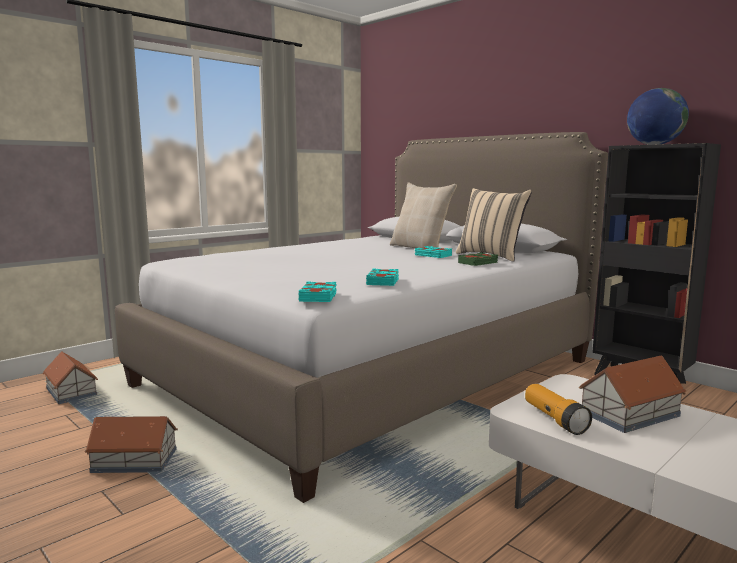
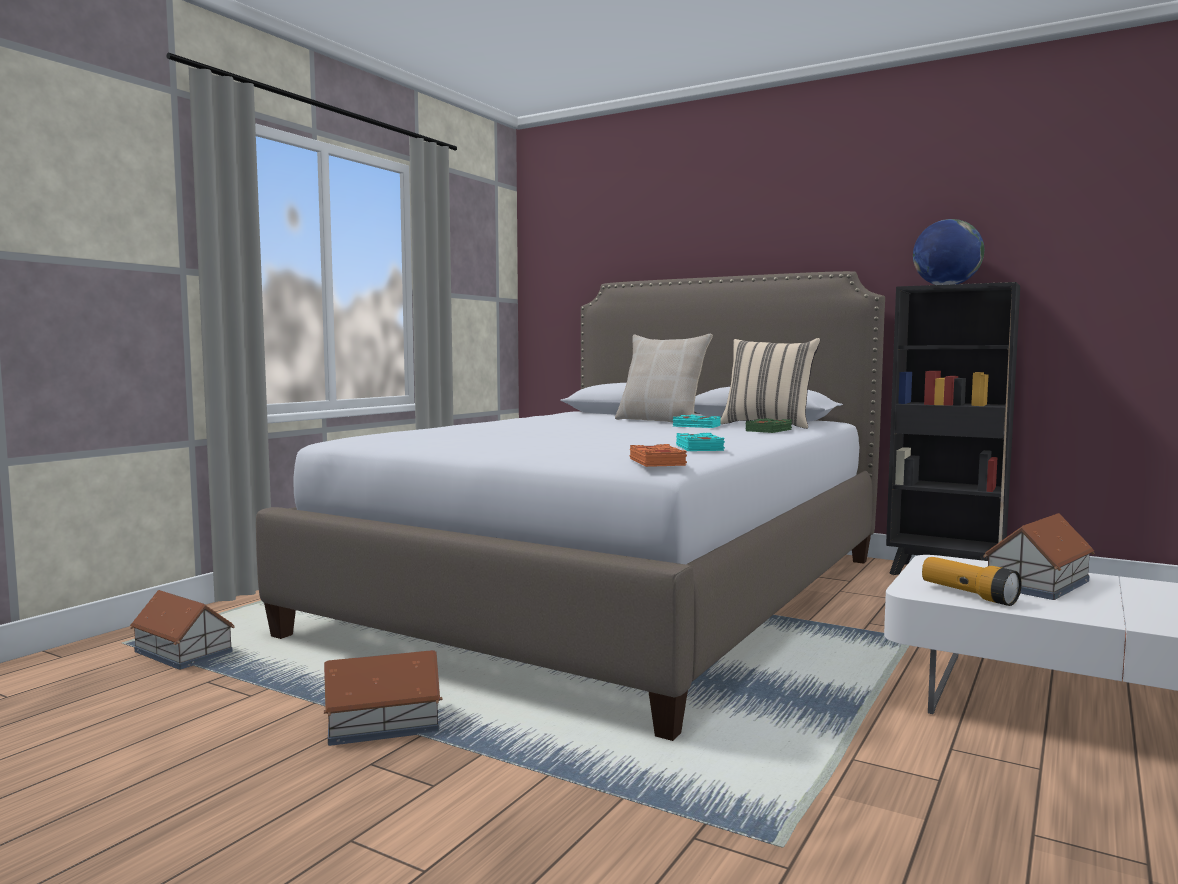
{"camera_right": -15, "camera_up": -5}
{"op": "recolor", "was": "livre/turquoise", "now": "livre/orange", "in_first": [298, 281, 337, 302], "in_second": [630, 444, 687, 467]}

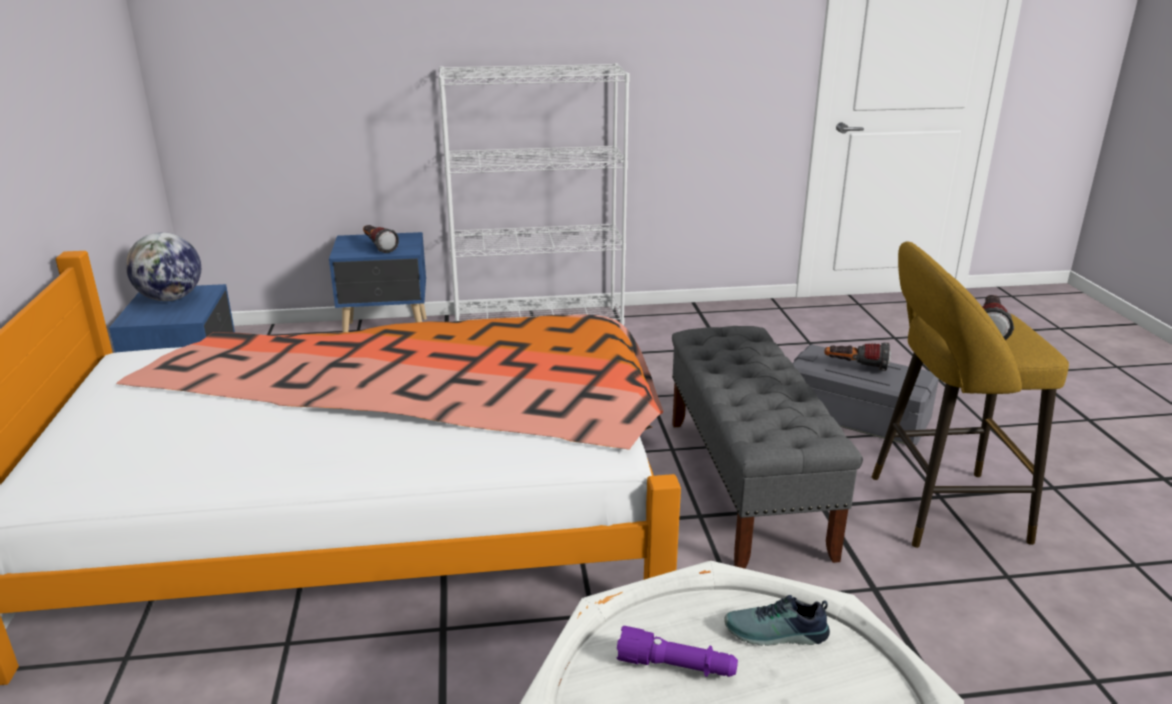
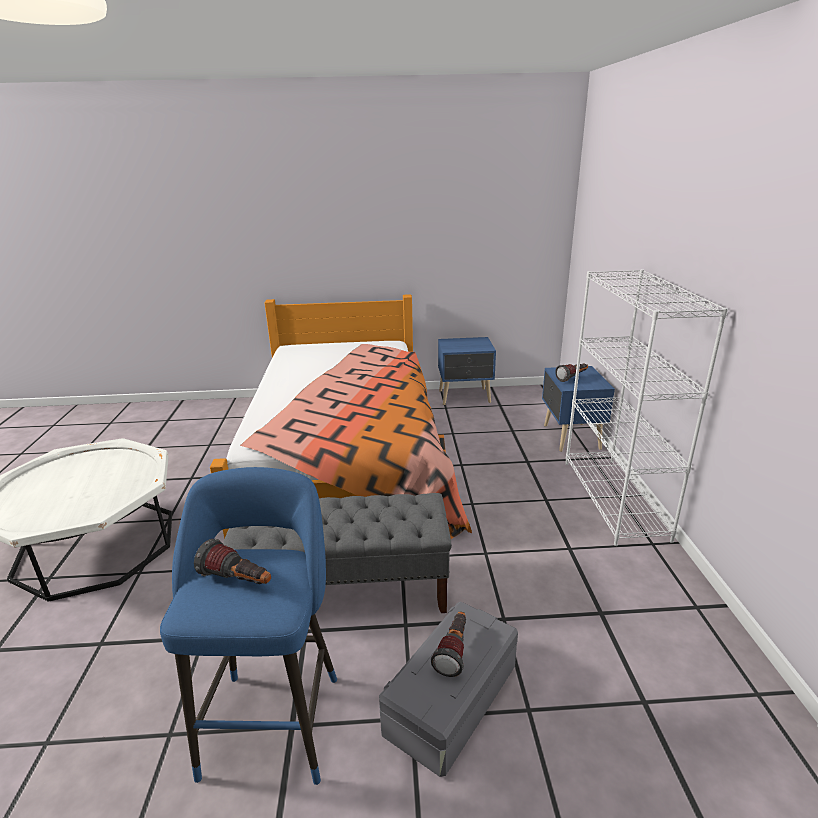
{"camera_right": 95, "camera_up": 0}
{"op": "recolor", "was": "tabouret/jaune", "now": "tabouret/bleu", "in_first": [872, 241, 1069, 548], "in_second": [160, 467, 337, 785]}
{"op": "delete", "was": "globe", "in_first": [126, 232, 201, 301]}
{"op": "delete", "was": "lampe de poche/violet", "in_first": [616, 626, 738, 677]}
{"op": "delete", "was": "chaussure", "in_first": [724, 595, 830, 646]}

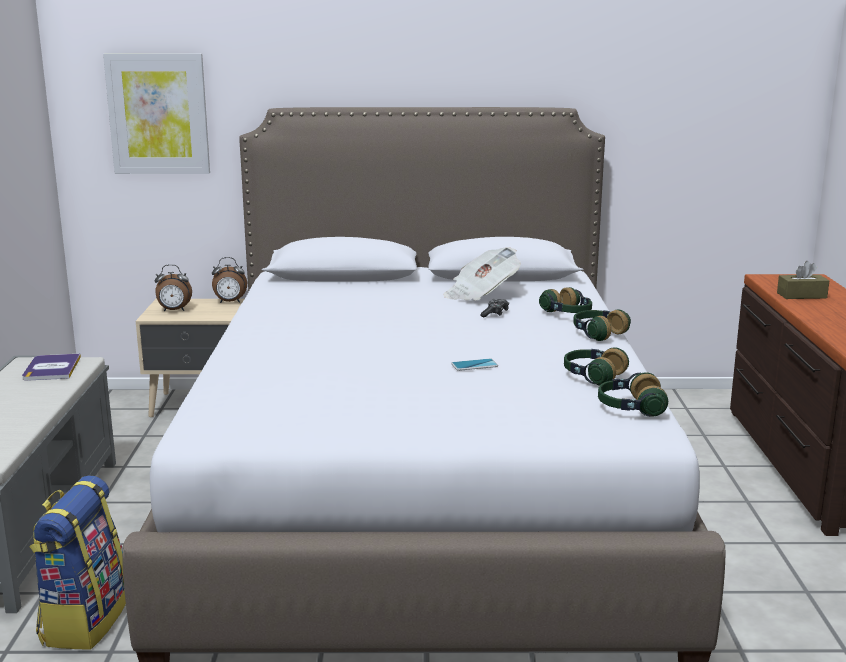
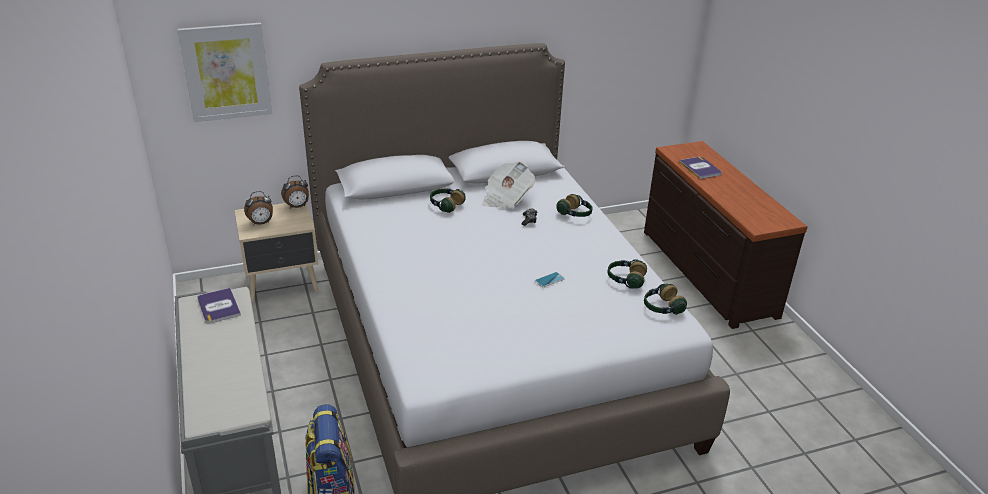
{"camera_right": -20, "camera_up": 15}
{"op": "move", "was": "casque audio", "in_first": [574, 309, 631, 341], "in_second": [430, 188, 465, 213]}
{"op": "replace", "was": "boîte à mouchoirs/marron", "now": "livre", "in_first": [777, 261, 829, 299], "in_second": [679, 157, 722, 179]}

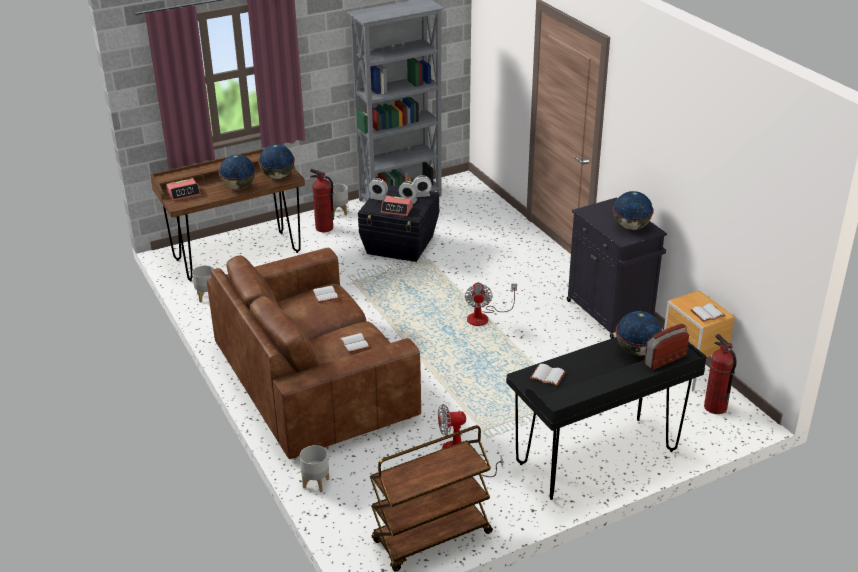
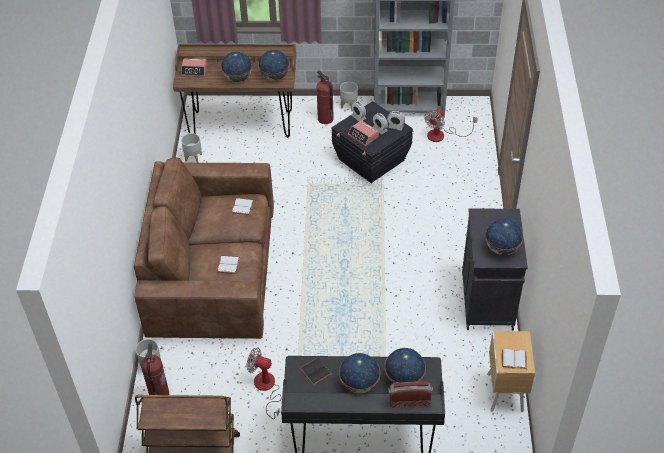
{"camera_right": 30, "camera_up": 15}
{"op": "move", "was": "extincteur", "in_first": [704, 334, 737, 414], "in_second": [141, 343, 169, 395]}
{"op": "recolor", "was": "livre/blanc", "now": "livre/noir", "in_first": [530, 364, 566, 386], "in_second": [300, 358, 332, 385]}
{"op": "insert", "now": "globe", "in_second": [339, 353, 381, 393]}
{"op": "move", "was": "ventilateur", "in_first": [465, 282, 517, 326], "in_second": [424, 109, 478, 142]}

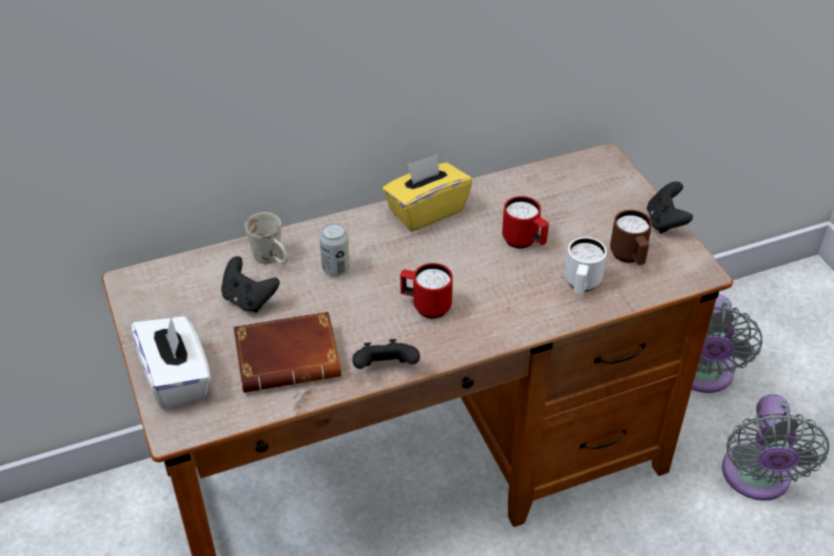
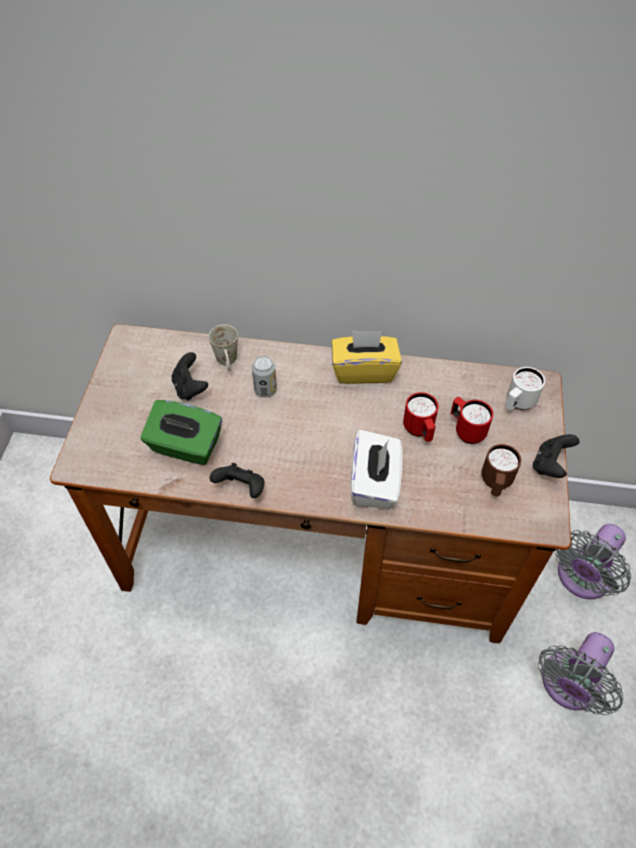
{"camera_right": 30, "camera_up": 10}
{"op": "replace", "was": "livre/marron", "now": "boîte à mouchoirs/vert", "in_first": [233, 312, 341, 393], "in_second": [140, 400, 222, 465]}
{"op": "move", "was": "boîte à mouchoirs/blanc", "in_first": [131, 314, 211, 409], "in_second": [351, 430, 402, 509]}
{"op": "move", "was": "mug/rouge", "in_first": [400, 263, 453, 319], "in_second": [451, 397, 493, 444]}
{"op": "move", "was": "mug/blanc", "in_first": [565, 237, 607, 294], "in_second": [505, 367, 545, 410]}

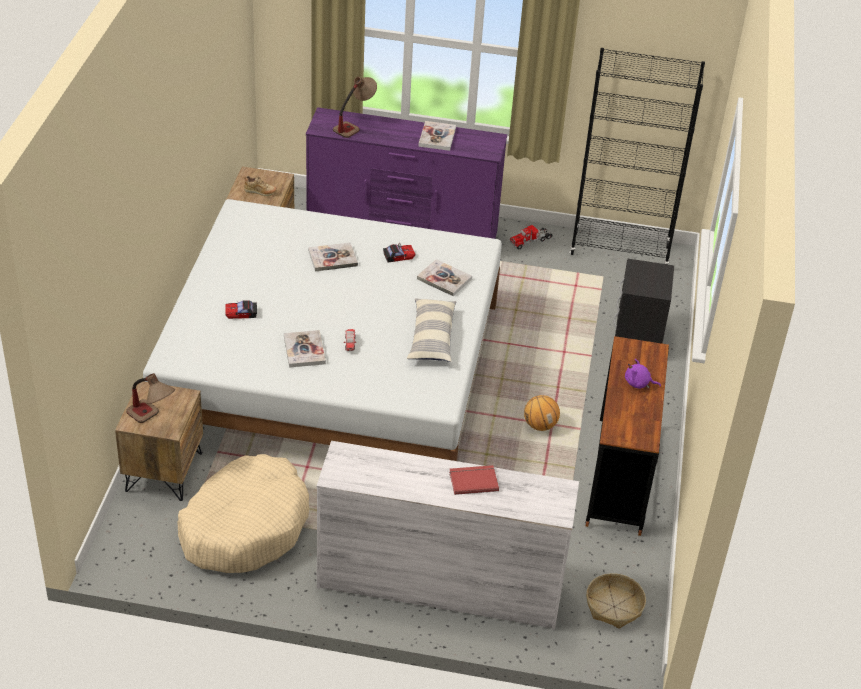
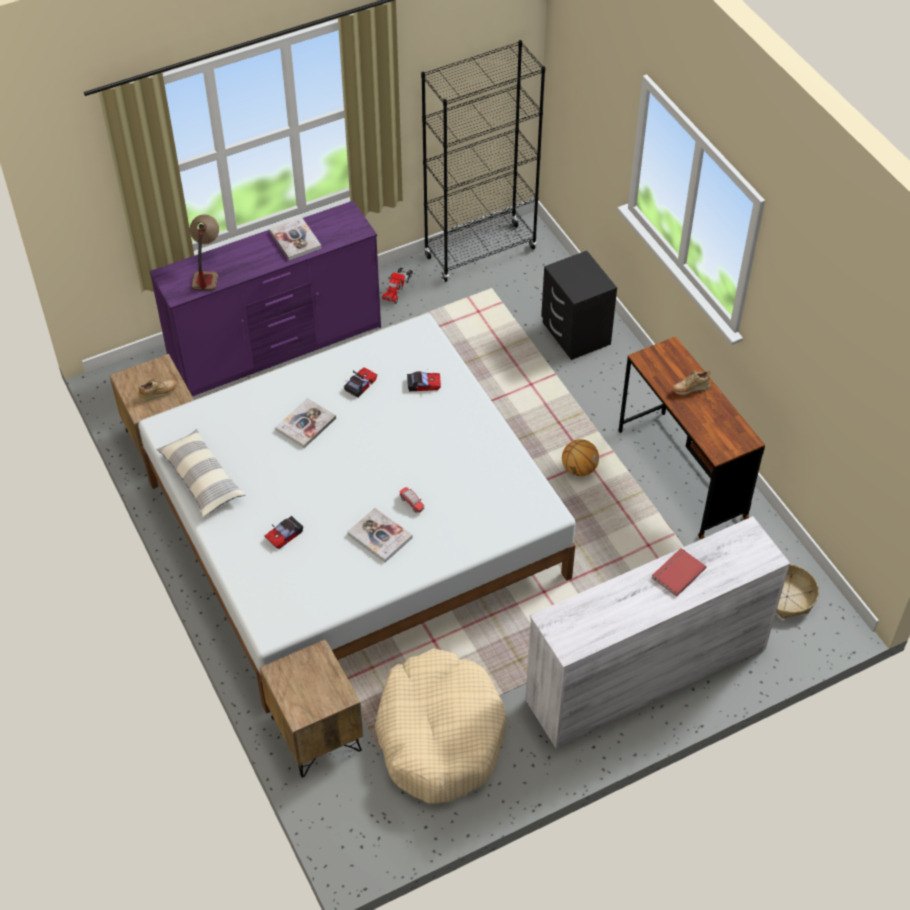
{"camera_right": -35, "camera_up": 10}
{"op": "move", "was": "coussin", "in_first": [407, 299, 456, 362], "in_second": [156, 429, 246, 517]}
{"op": "replace", "was": "livre", "now": "petite voiture", "in_first": [417, 259, 472, 296], "in_second": [407, 371, 441, 391]}
{"op": "replace", "was": "peluche/violet", "now": "chaussure/beige", "in_first": [625, 359, 661, 389], "in_second": [672, 371, 710, 395]}
{"op": "delete", "was": "lampe de table", "in_first": [126, 373, 175, 423]}

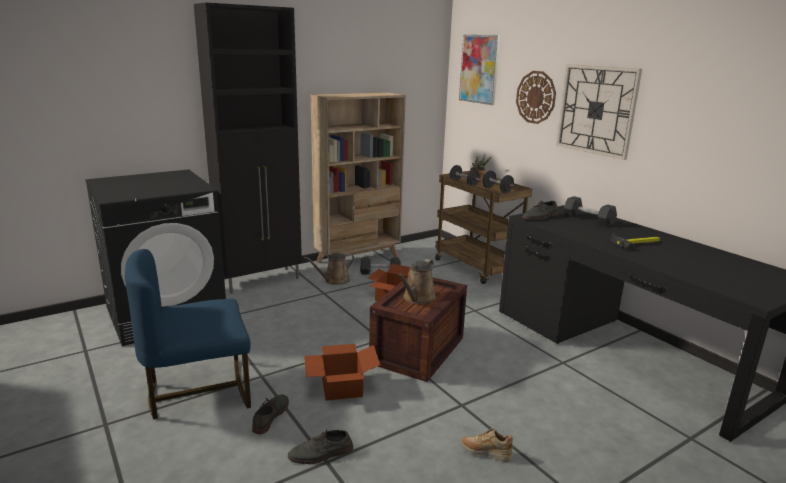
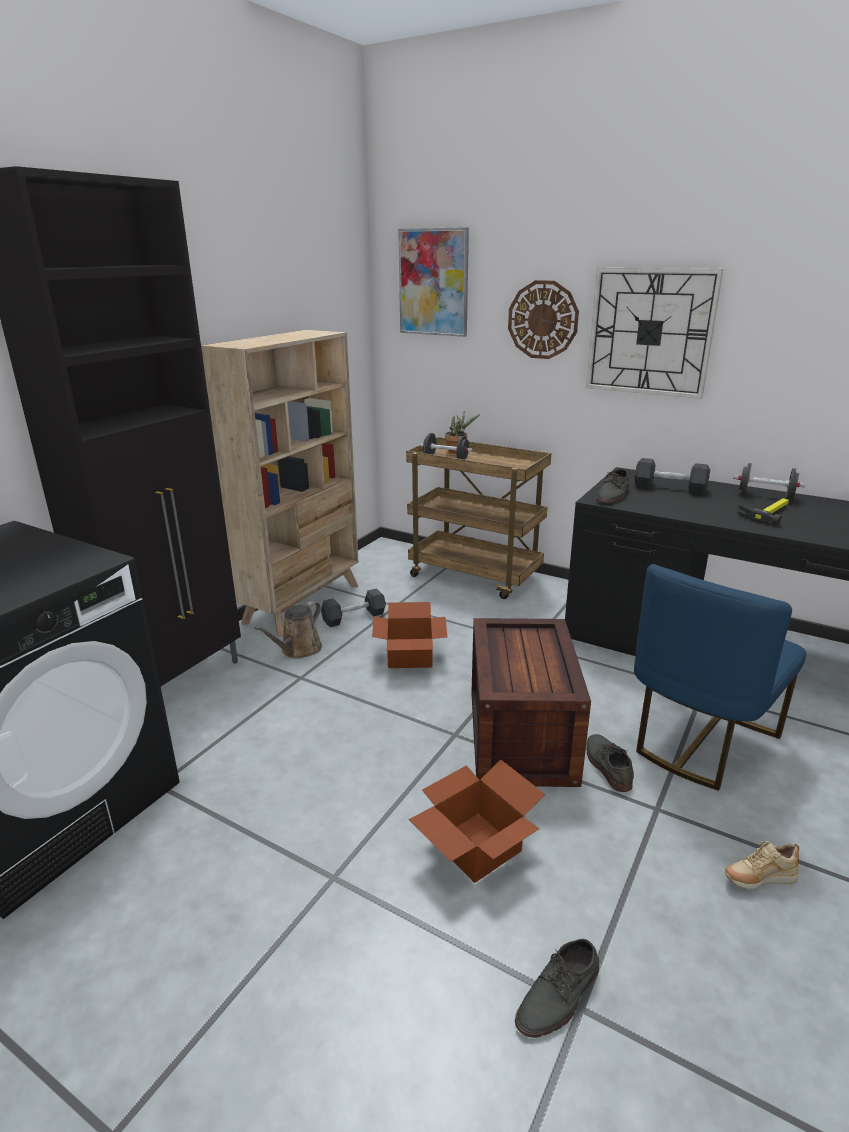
{"camera_right": -25, "camera_up": 5}
{"op": "move", "was": "chaussure/gris", "in_first": [252, 394, 289, 434], "in_second": [586, 734, 634, 792]}
{"op": "move", "was": "chaise/bleu", "in_first": [125, 249, 251, 419], "in_second": [634, 564, 806, 791]}
{"op": "move", "was": "haltère/noir", "in_first": [483, 171, 514, 193], "in_second": [733, 463, 806, 500]}
{"op": "delete", "was": "arrosoir/marron", "in_first": [397, 259, 436, 304]}

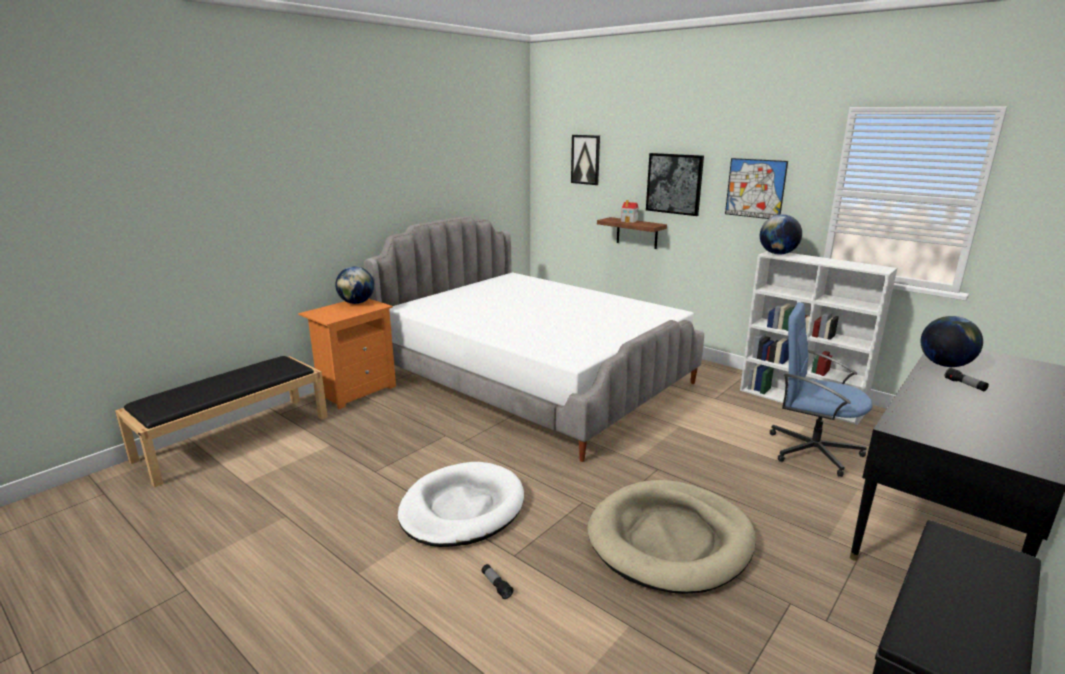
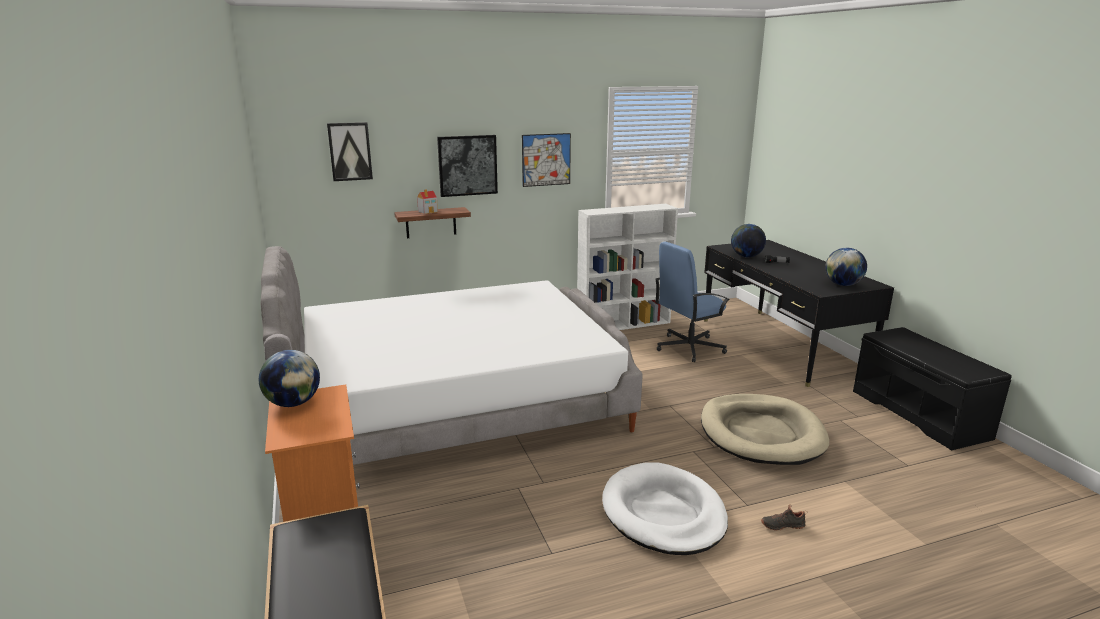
{"camera_right": -60, "camera_up": 0}
{"op": "replace", "was": "lampe de poche", "now": "chaussure/noir", "in_first": [481, 564, 513, 599], "in_second": [761, 504, 807, 531]}
{"op": "move", "was": "globe", "in_first": [760, 214, 802, 255], "in_second": [825, 248, 867, 286]}

